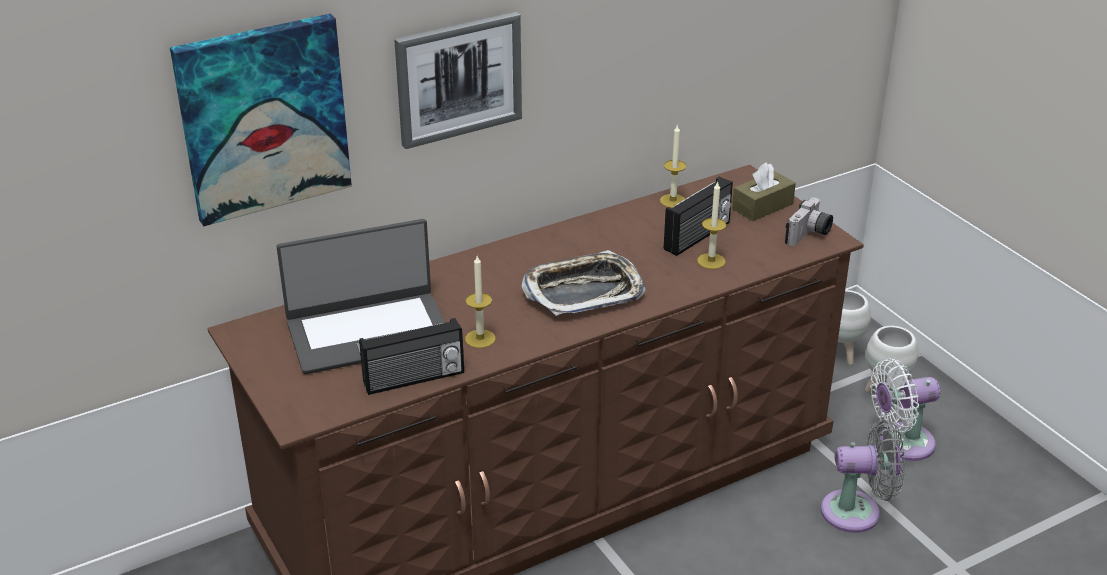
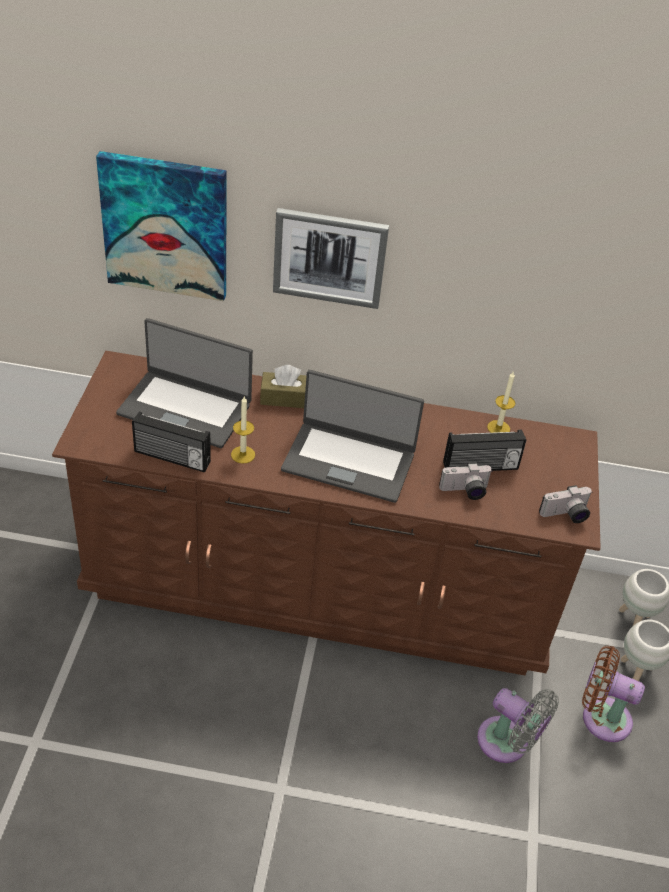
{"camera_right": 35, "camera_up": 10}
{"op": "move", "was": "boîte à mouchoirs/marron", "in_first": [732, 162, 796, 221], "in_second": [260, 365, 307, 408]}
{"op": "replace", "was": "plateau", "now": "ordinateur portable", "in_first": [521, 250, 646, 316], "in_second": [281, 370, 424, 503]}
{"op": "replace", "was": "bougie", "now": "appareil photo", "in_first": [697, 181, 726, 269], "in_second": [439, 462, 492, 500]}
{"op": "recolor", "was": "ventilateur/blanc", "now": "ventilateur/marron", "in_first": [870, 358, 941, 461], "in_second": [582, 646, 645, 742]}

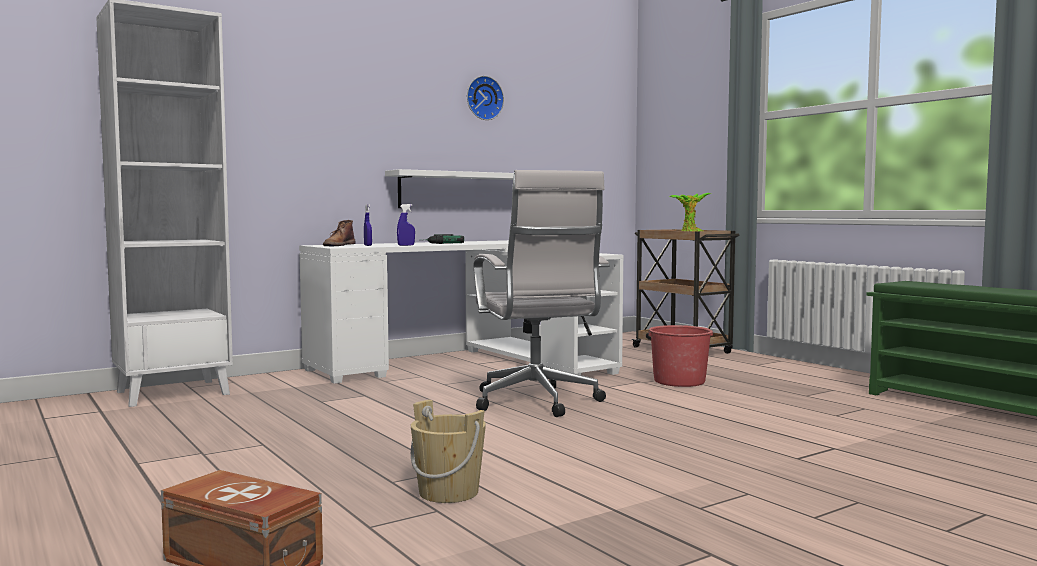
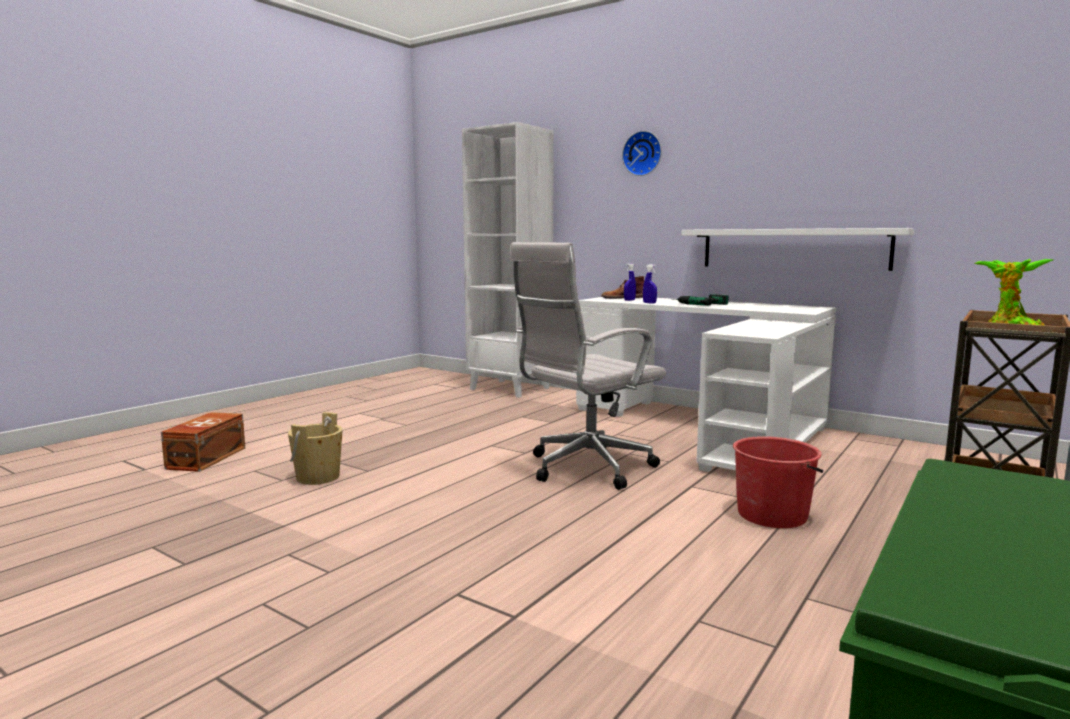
{"camera_right": 70, "camera_up": 5}
{"op": "move", "was": "horloge murale", "in_first": [467, 76, 504, 120], "in_second": [622, 131, 662, 176]}

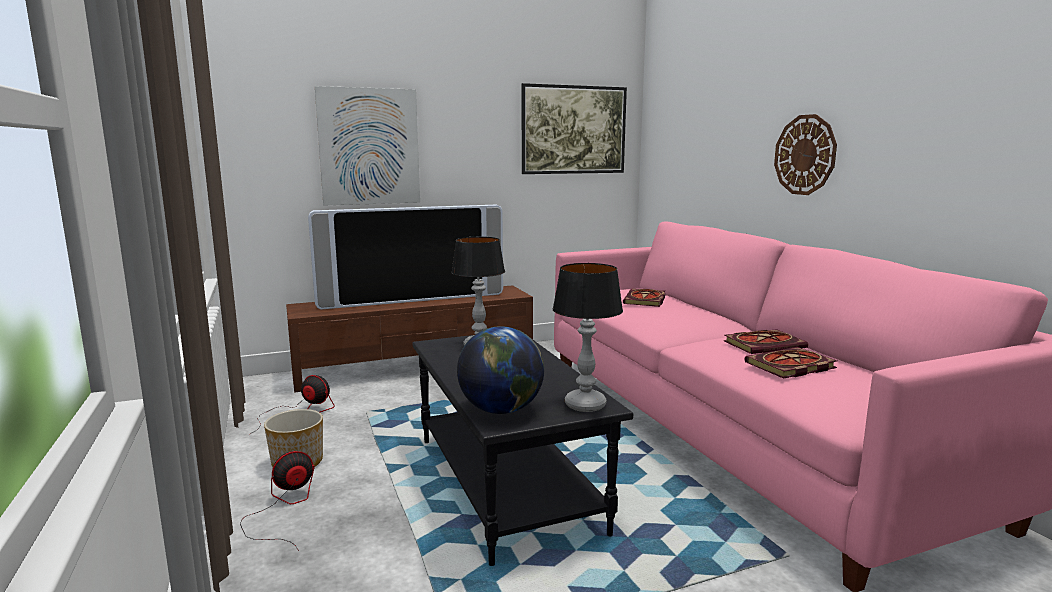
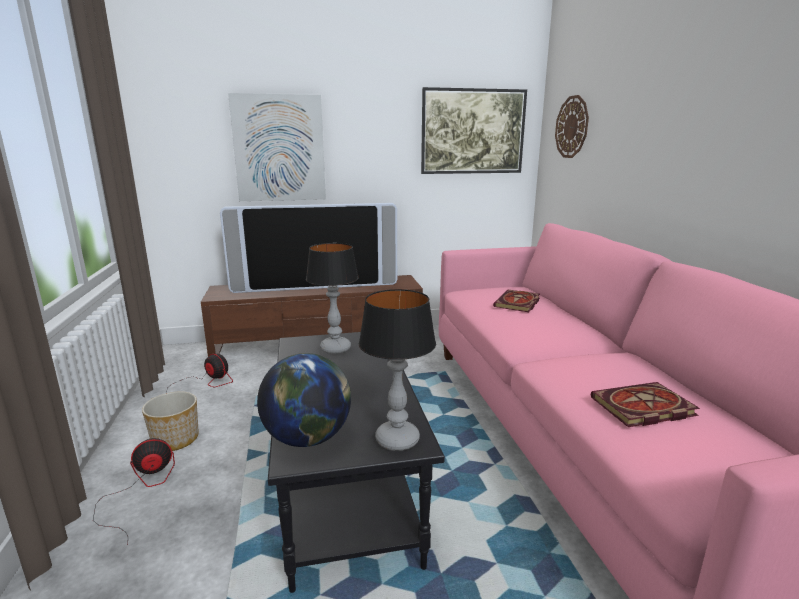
{"camera_right": 10, "camera_up": 5}
{"op": "move", "was": "horloge murale", "in_first": [774, 114, 837, 195], "in_second": [555, 95, 589, 158]}
{"op": "delete", "was": "livre", "in_first": [723, 329, 808, 354]}

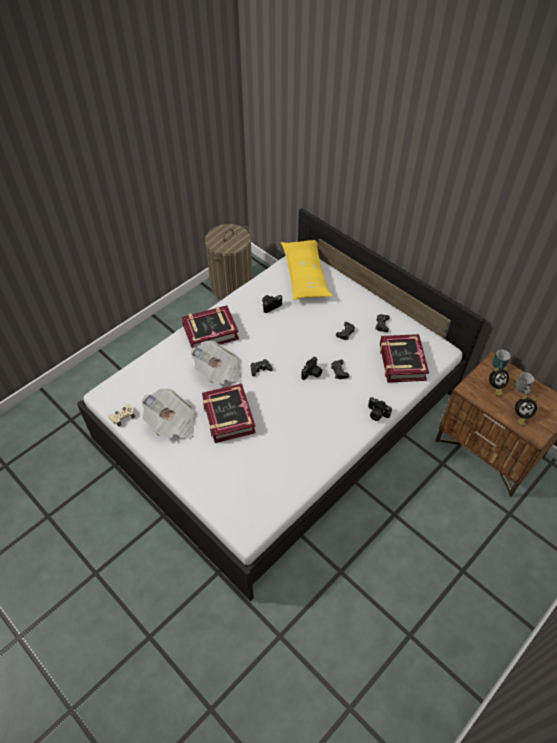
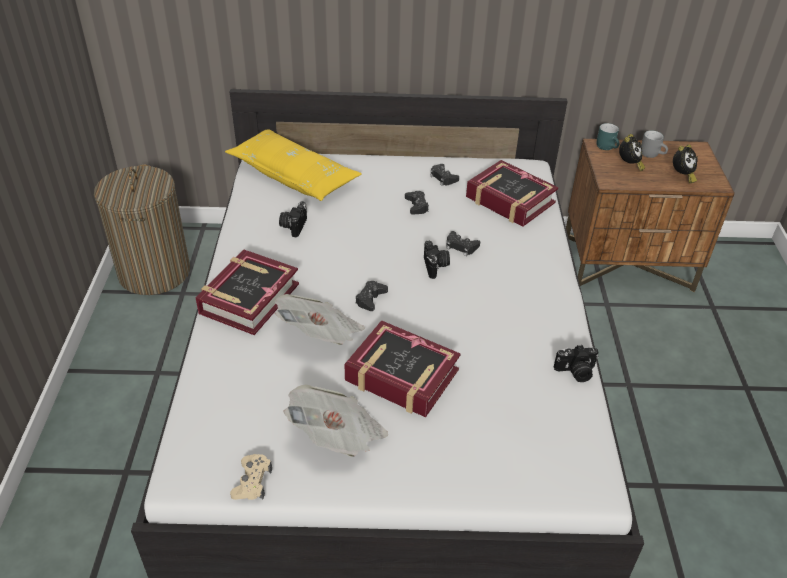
{"camera_right": -45, "camera_up": -10}
{"op": "move", "was": "appareil photo", "in_first": [368, 397, 392, 421], "in_second": [554, 345, 599, 382]}

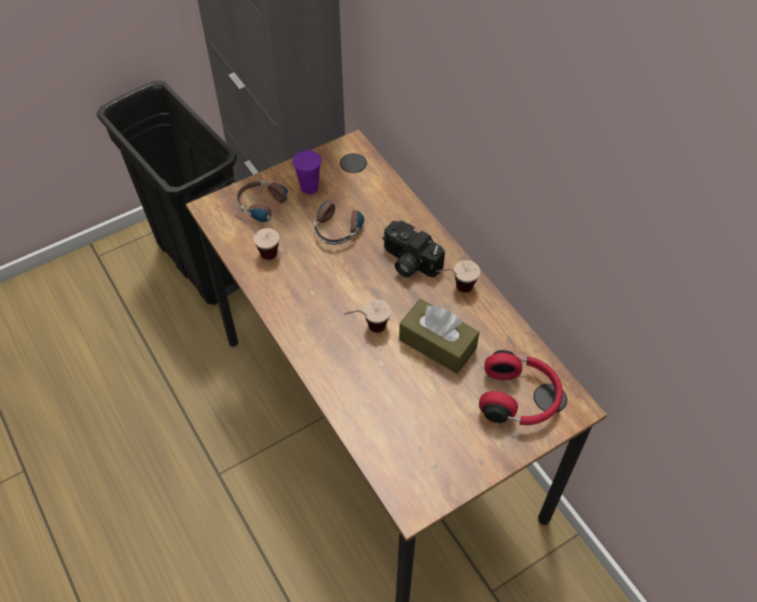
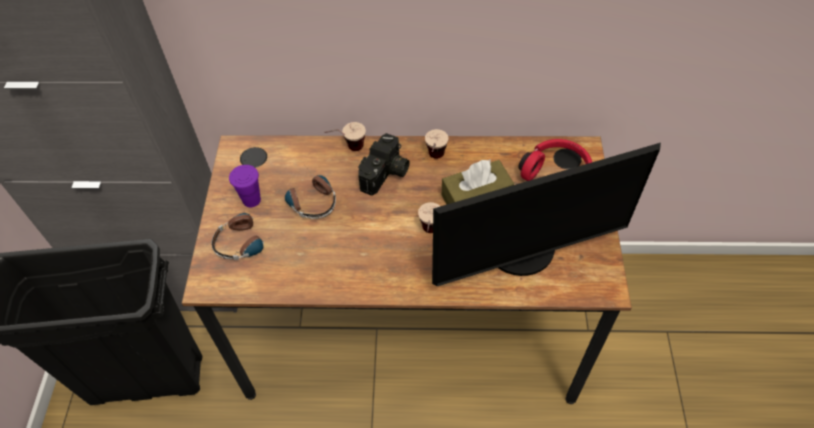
{"camera_right": -55, "camera_up": 0}
{"op": "move", "was": "tasse", "in_first": [235, 215, 279, 260], "in_second": [324, 122, 366, 151]}
{"op": "rotate", "was": "appareil photo", "in_first": [383, 221, 445, 278], "in_second": [358, 133, 410, 196], "clockwise": -45}
{"op": "insert", "now": "écran d'ordinateur", "in_second": [432, 143, 661, 286]}

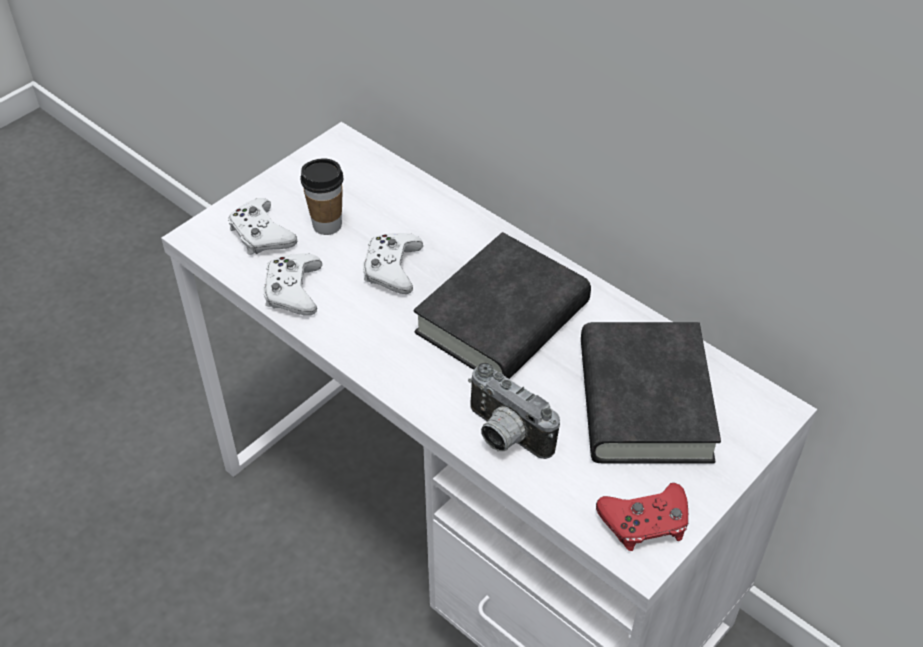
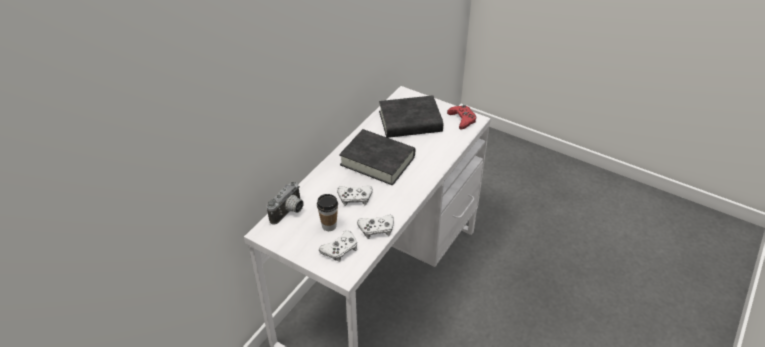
{"camera_right": -100, "camera_up": -5}
{"op": "move", "was": "appareil photo", "in_first": [468, 362, 560, 459], "in_second": [267, 182, 304, 224]}

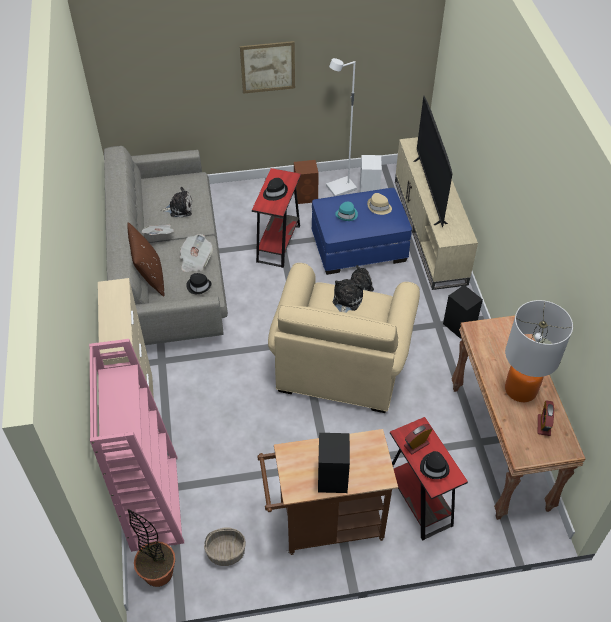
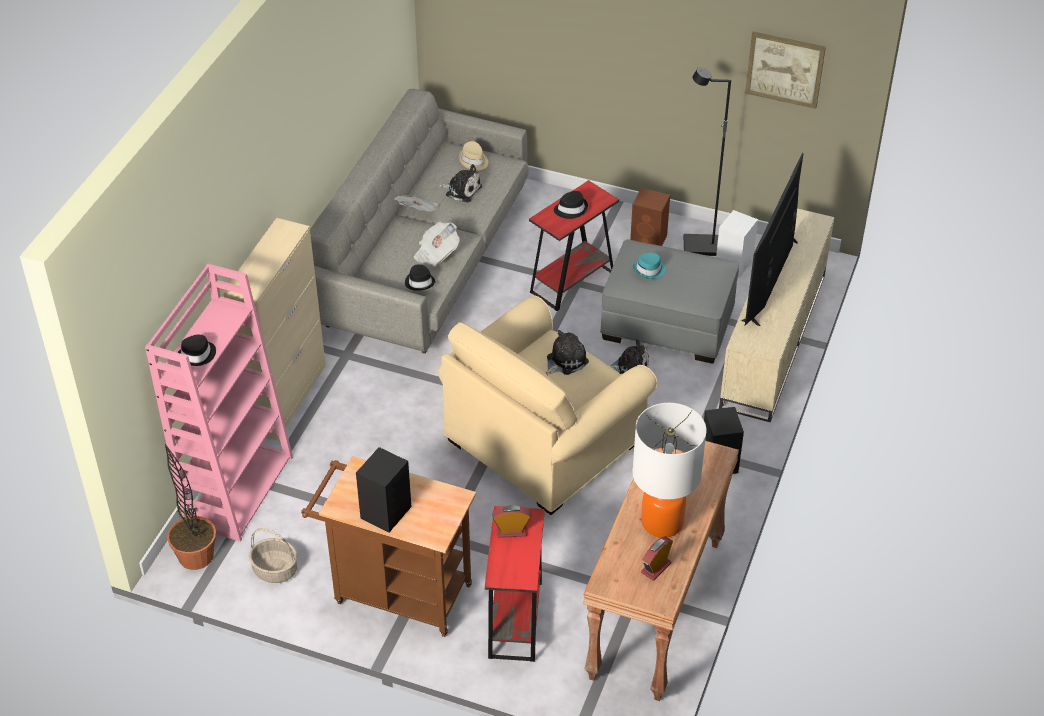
{"camera_right": 30, "camera_up": -5}
{"op": "move", "was": "chapeau/noir", "in_first": [420, 451, 450, 479], "in_second": [177, 335, 216, 366]}
{"op": "move", "was": "chapeau/beige", "in_first": [367, 193, 392, 215], "in_second": [458, 141, 488, 170]}
{"op": "recolor", "was": "pouf/bleu", "now": "pouf/gris", "in_first": [311, 188, 412, 275], "in_second": [600, 239, 739, 364]}
{"op": "recolor", "was": "lampadaire/blanc", "now": "lampadaire/noir", "in_first": [326, 58, 357, 196], "in_second": [683, 67, 731, 256]}
{"op": "move", "was": "tableau", "in_first": [240, 41, 295, 94], "in_second": [745, 32, 826, 109]}
{"op": "delete", "was": "coussin/marron", "in_first": [127, 222, 164, 297]}

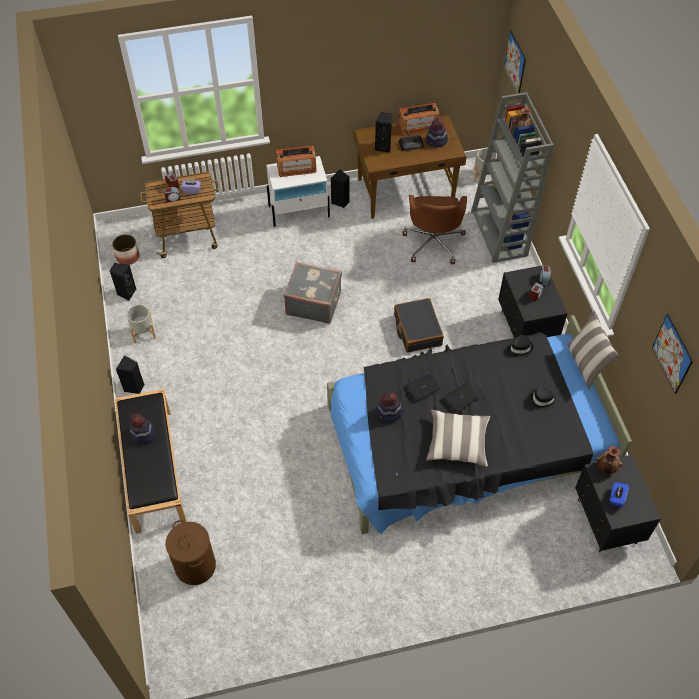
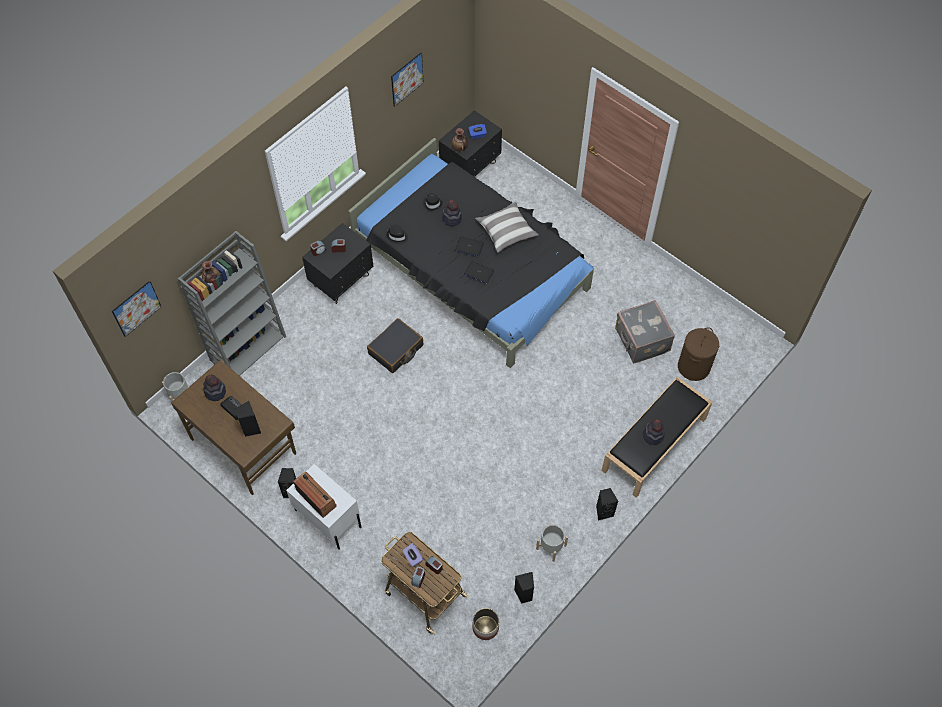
{"camera_right": -125, "camera_up": 5}
{"op": "move", "was": "chapeau", "in_first": [376, 392, 403, 422], "in_second": [442, 200, 462, 226]}
{"op": "move", "was": "valise/gris", "in_first": [284, 262, 342, 324], "in_second": [615, 300, 675, 363]}
{"op": "delete", "was": "radio", "in_first": [398, 103, 439, 136]}
{"op": "delete", "was": "chaise de bureau/marron", "in_first": [403, 195, 467, 264]}
{"op": "delete", "was": "coussin", "in_first": [567, 310, 619, 389]}

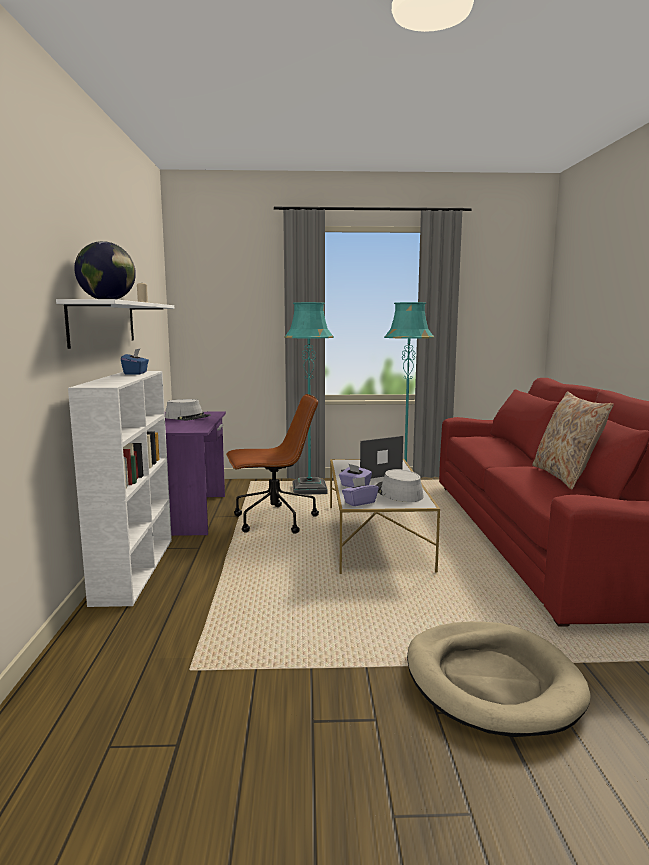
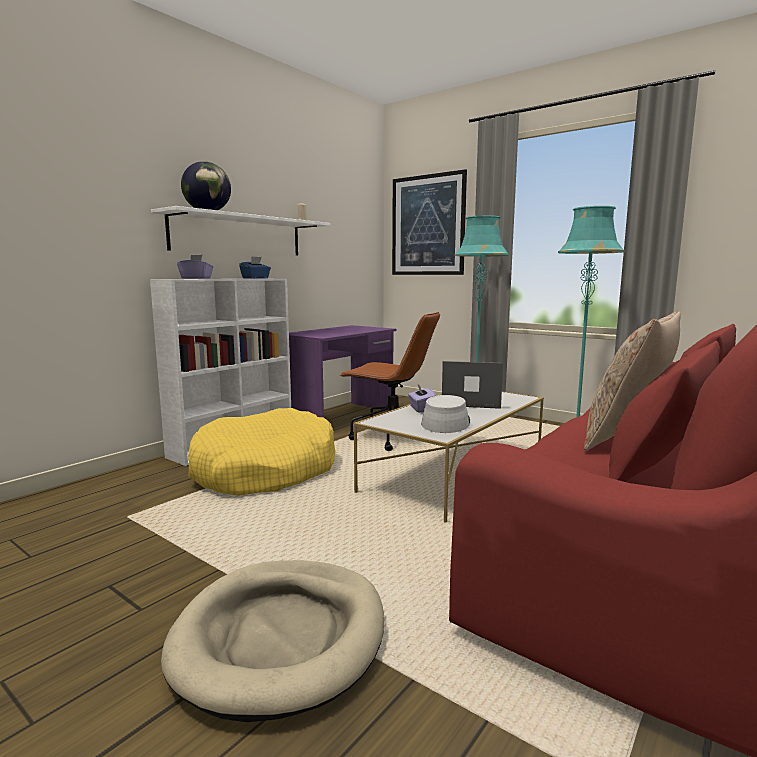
{"camera_right": 40, "camera_up": 0}
{"op": "move", "was": "boîte à mouchoirs/violet", "in_first": [342, 477, 379, 506], "in_second": [177, 255, 213, 279]}
{"op": "insert", "now": "panier pour chien/jaune", "in_second": [188, 408, 336, 496]}
{"op": "insert", "now": "tableau", "in_second": [392, 169, 467, 275]}
{"op": "delete", "was": "chapeau/gris", "in_first": [165, 399, 211, 420]}

